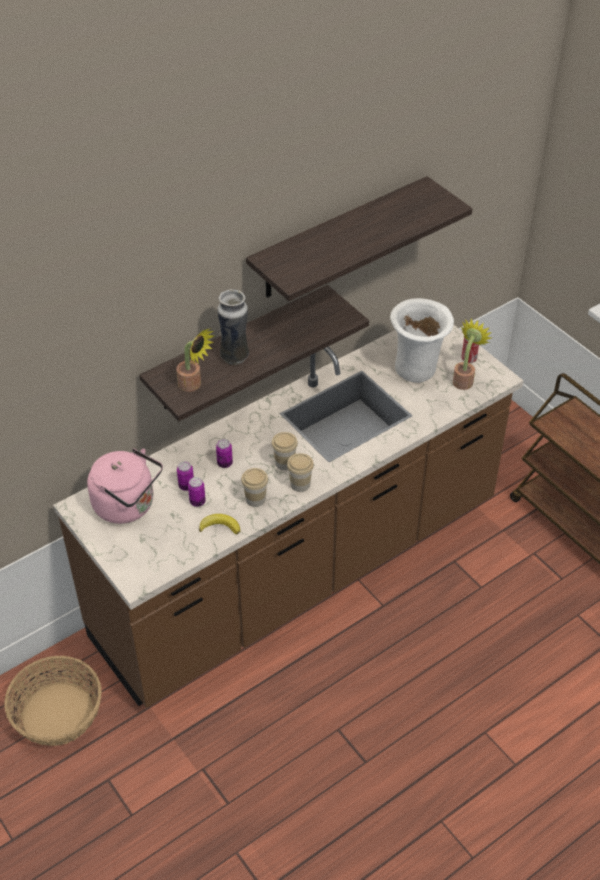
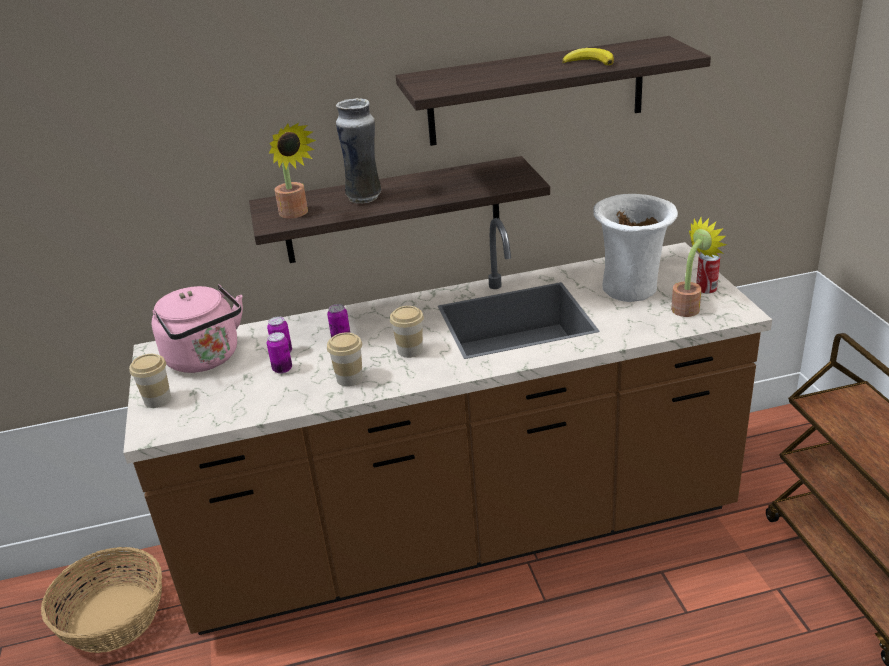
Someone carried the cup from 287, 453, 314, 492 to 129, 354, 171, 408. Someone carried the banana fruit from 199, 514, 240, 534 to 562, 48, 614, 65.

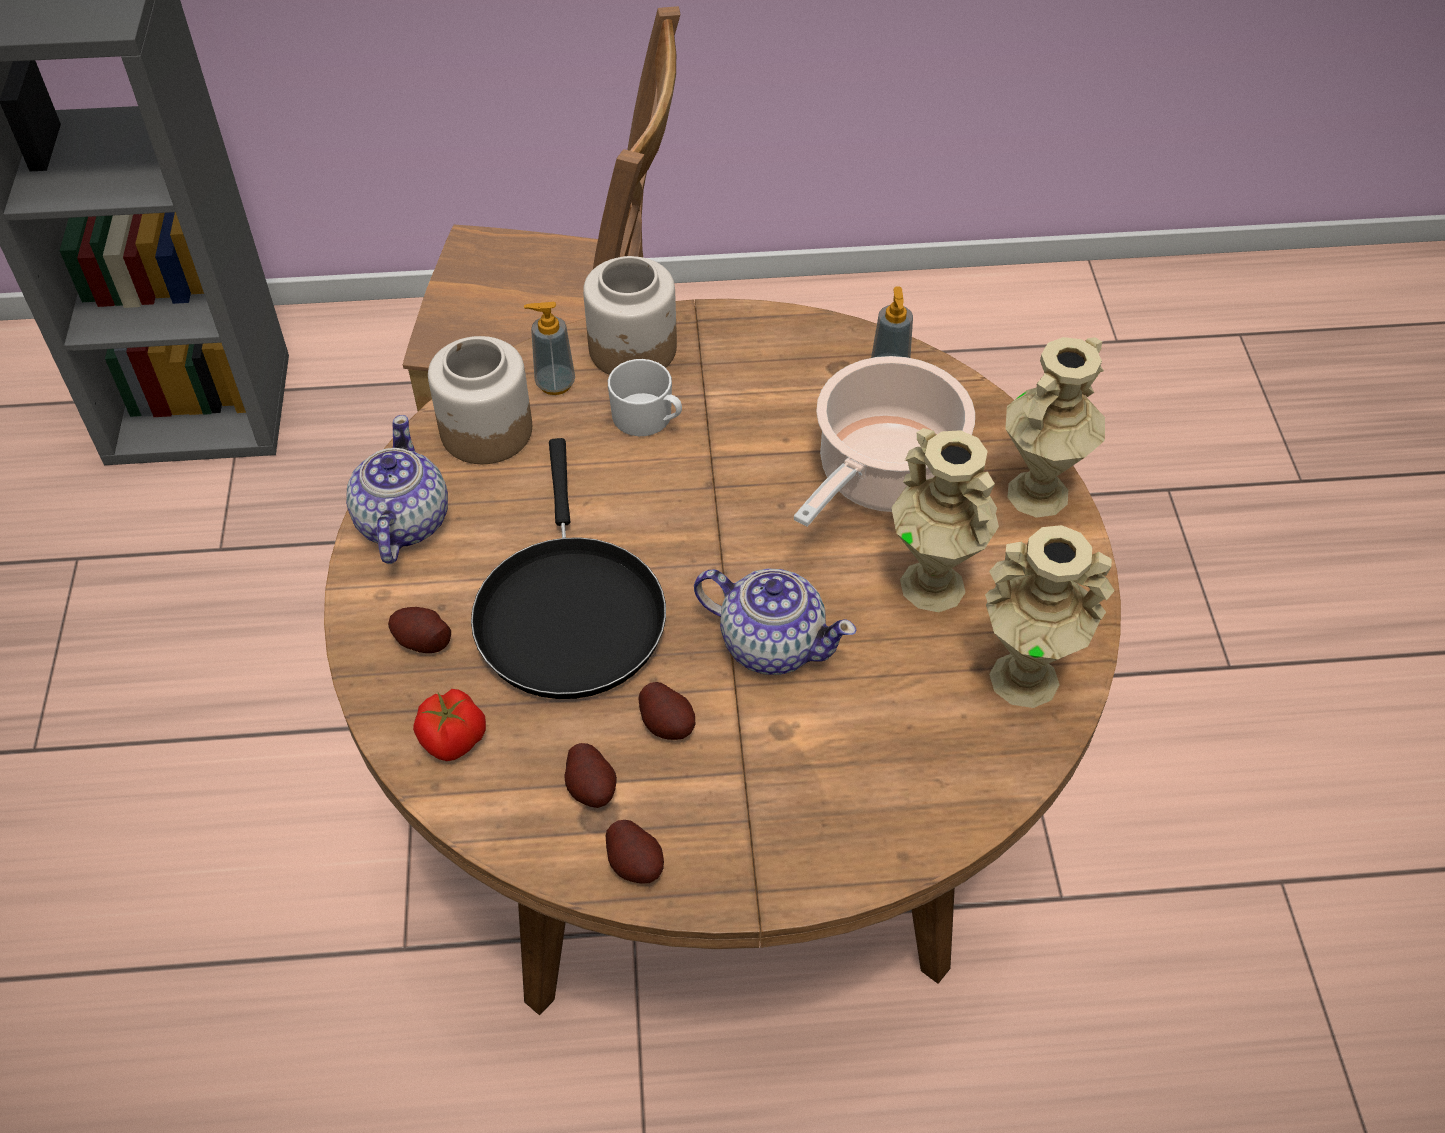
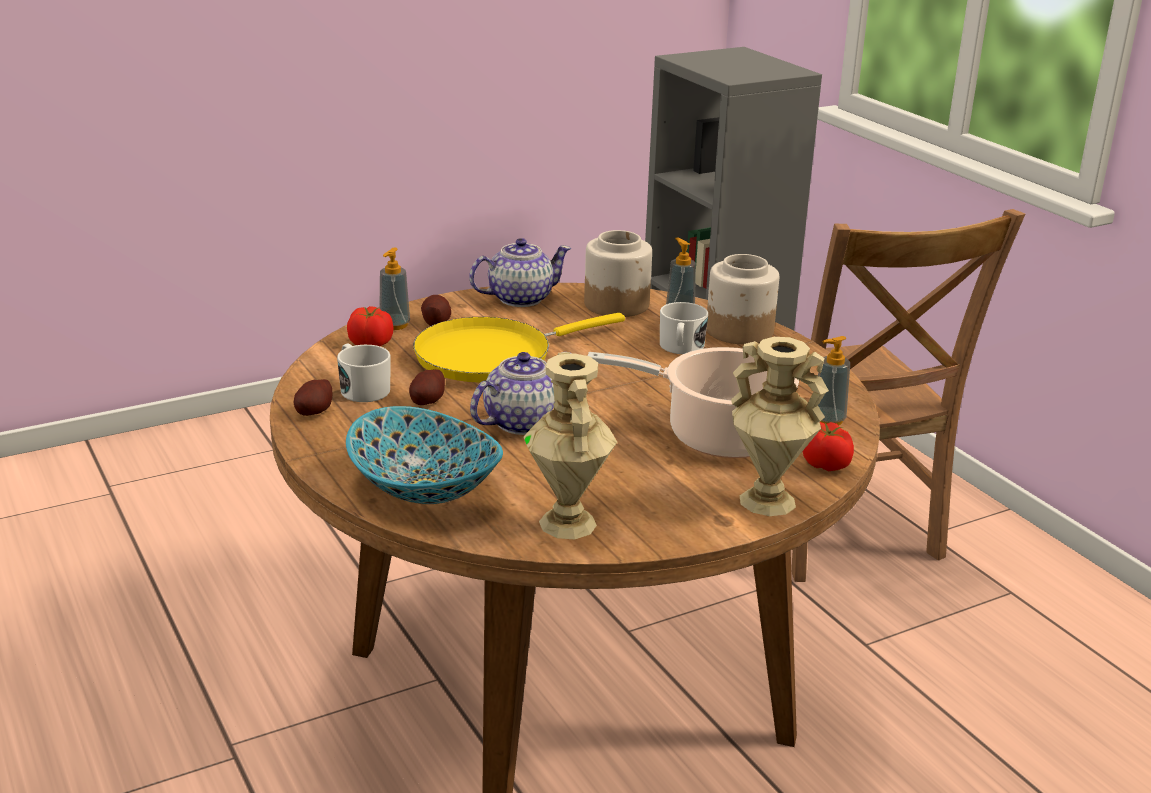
Someone took away the sand-coloured flower vase at 891, 428, 999, 612. Someone repainted the black pan at 471, 438, 666, 699, which became the yellowish pan at 413, 313, 625, 382. Someone rotated the teapot at 694, 568, 856, 675 by 135 degrees counterclockwise. Someone swapped the spud at 564, 743, 617, 808 for the whitish mug at 337, 343, 391, 402. Someone put down the liquid soap bottle at 379, 247, 410, 330. Someone put down the serving bowl at 346, 406, 503, 504. Someone put down the tomato at 802, 422, 854, 471.

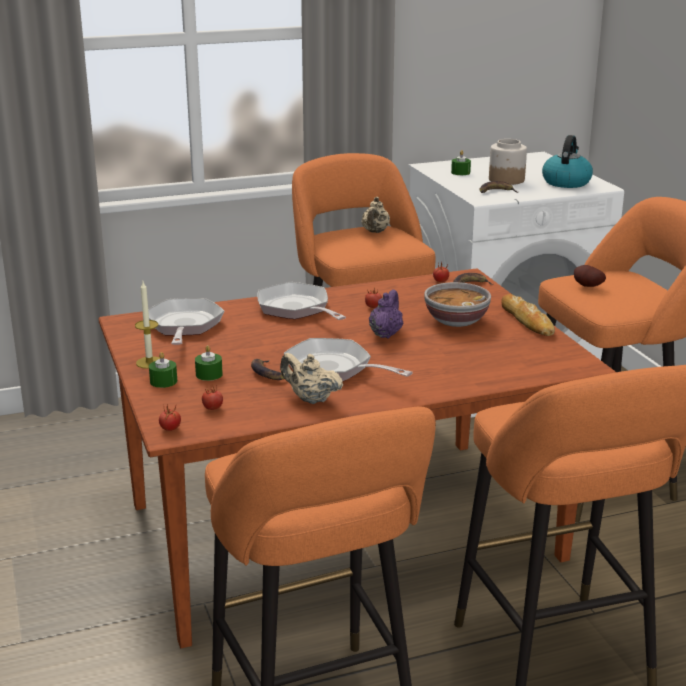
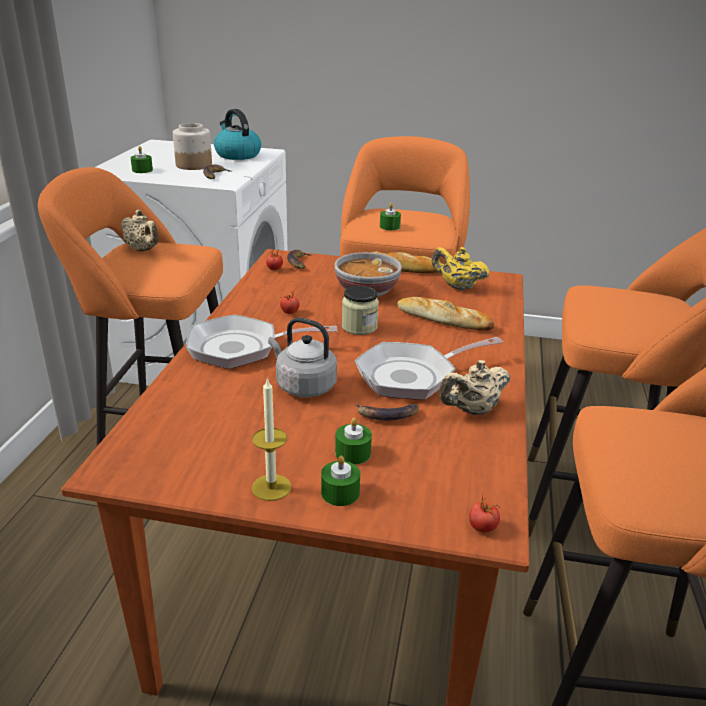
Someone swapped the spud at 574, 265, 606, 287 for the green-coloured wax candle at 380, 203, 401, 230. Someone swapped the purplish teapot at 369, 289, 403, 339 for the storage jar at 342, 286, 379, 335. Someone took away the pan at 148, 298, 224, 345. Someone took away the tomato at 202, 387, 223, 410. Someone put down the yellowish teapot at 432, 247, 490, 290. Someone put down the baked bread at 397, 297, 494, 331. Someone put down the greyish tea kettle at 268, 317, 337, 397.

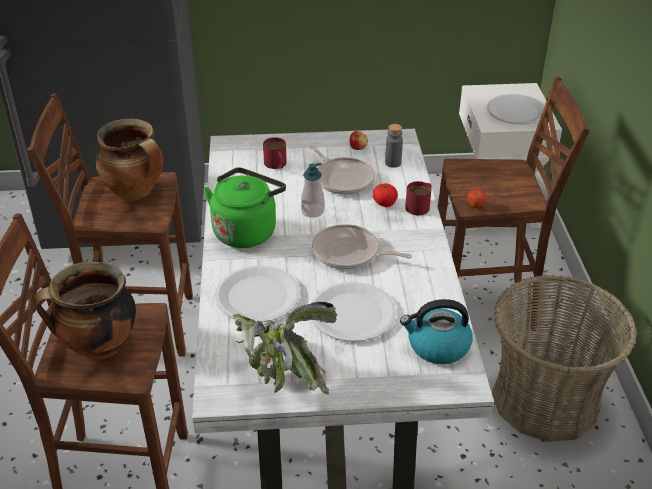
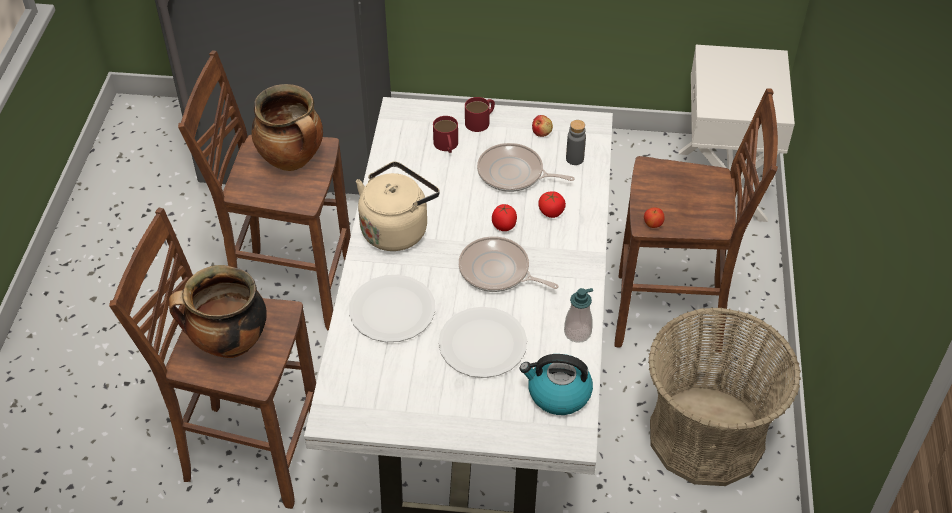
Someone took away the whitish flat dish at 487, 94, 545, 125. Someone rotated the pan at 309, 145, 375, 195 by 135 degrees clockwise. Someone carried the liquid soap bottle from 301, 162, 325, 218 to 564, 288, 593, 343. Someone repainted the green-coloured tea kettle at 204, 167, 286, 248, which became the sand-coloured tea kettle at 356, 162, 440, 251. Someone carried the reddish mug from 405, 181, 431, 215 to 465, 97, 495, 132. Someone took away the potted plant at 232, 302, 337, 395. Someone put down the tomato at 492, 204, 517, 231.

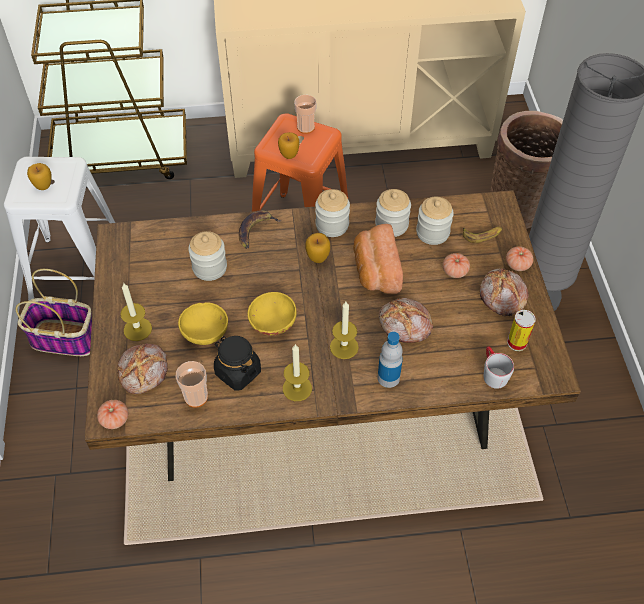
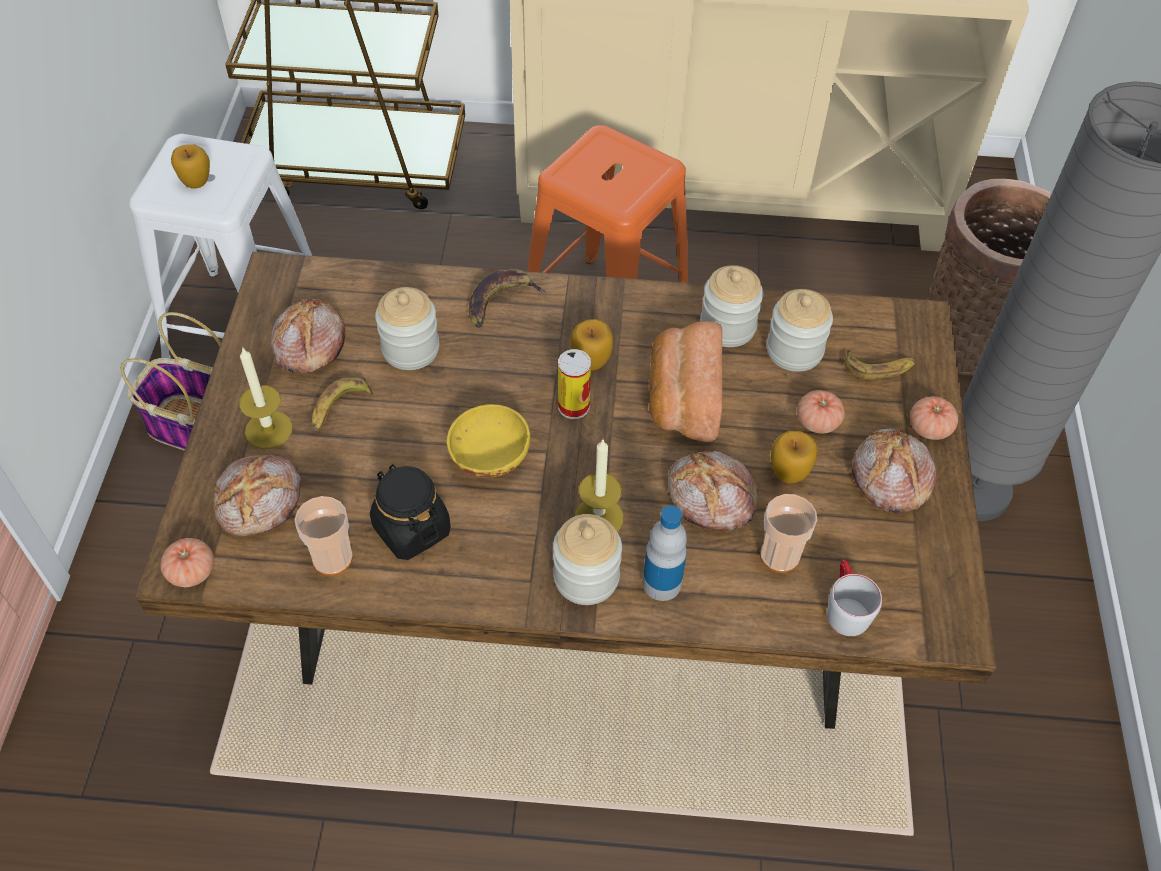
Someone carried the cup from 294, 95, 317, 134 to 760, 494, 817, 573. Someone carried the whole apple from 278, 132, 300, 159 to 771, 430, 818, 484. Someone carried the storage jar from 315, 189, 350, 237 to 553, 514, 622, 605. Someone took away the yellowish serving bowl at 178, 302, 228, 345. Someone carried the metal can from 507, 310, 536, 351 to 558, 349, 591, 419. Someone took away the wax candle at 283, 344, 312, 401. Someone put down the baked bread at 271, 298, 345, 374. Someone put down the banana fruit at 312, 377, 373, 432.

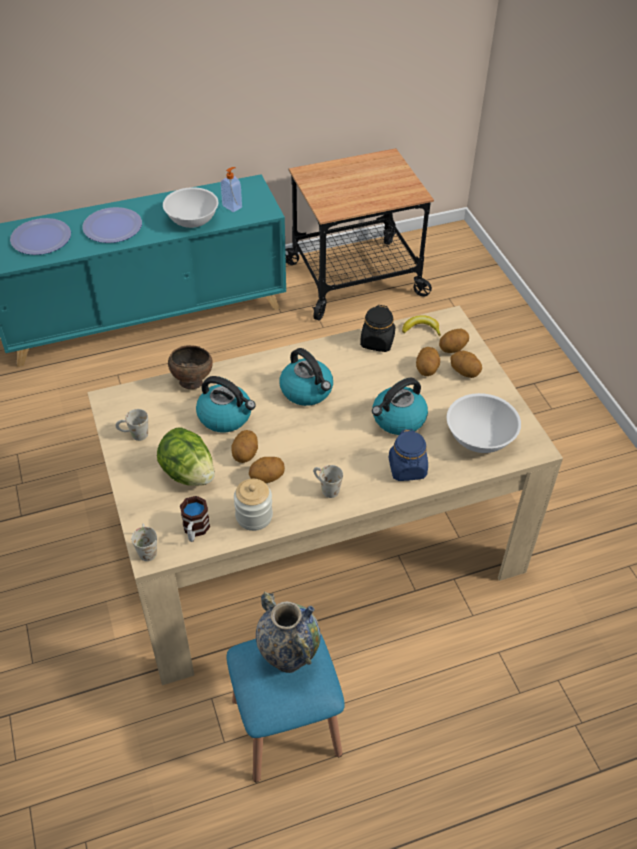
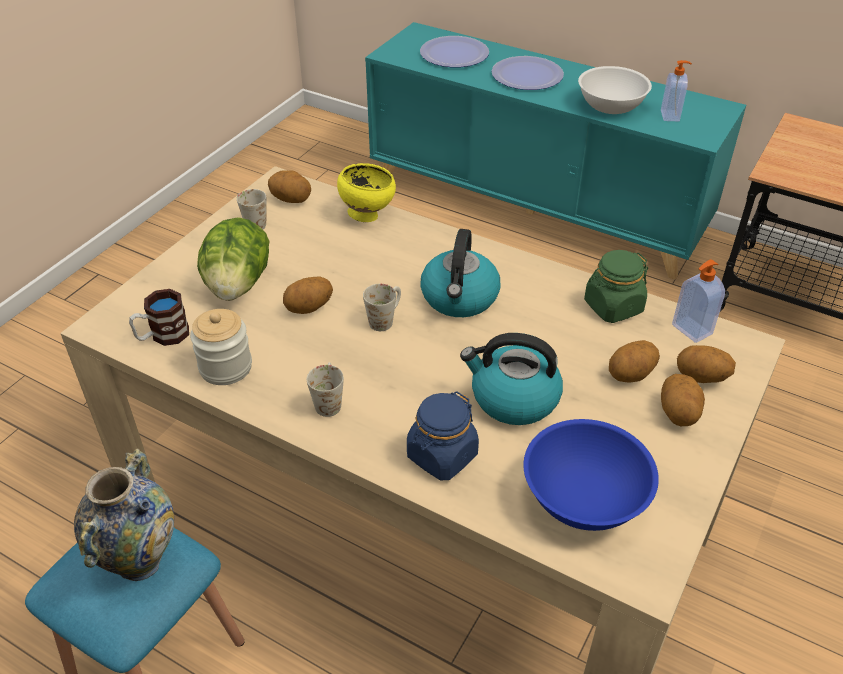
Someone repainted the black storage jar at 360, 305, 395, 352, which became the green-coloured storage jar at 584, 250, 648, 323. Someone swapped the banana fruit at 402, 315, 441, 336 for the liquid soap bottle at 672, 259, 725, 343. Someone repainted the brown serving bowl at 168, 345, 213, 389, which became the yellowish serving bowl at 337, 163, 396, 222. Someone took away the tea kettle at 196, 376, 256, 433. Someone repainted the whitish serving bowl at 447, 393, 521, 453, which became the bluish serving bowl at 524, 419, 659, 531. Someone carried the spud from 249, 457, 285, 483 to 268, 170, 311, 203. Someone carried the whitish mug from 131, 523, 157, 561 to 363, 284, 401, 331.

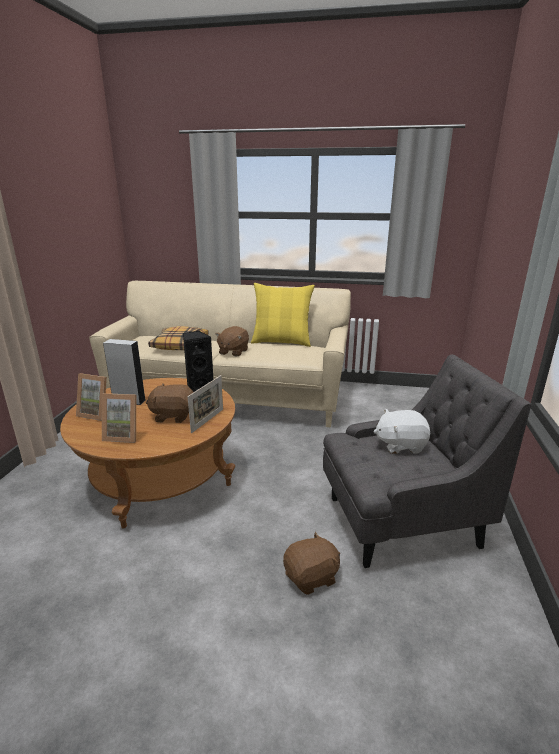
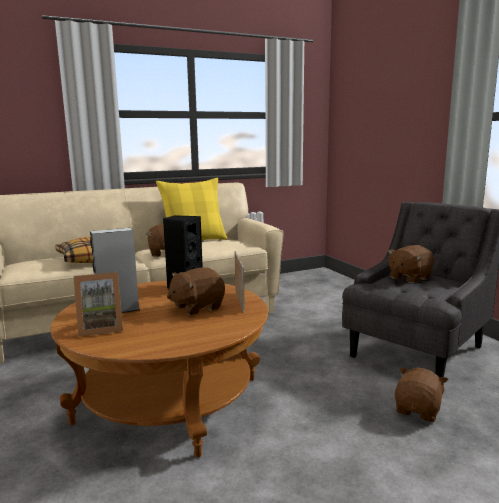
Someone took away the standing frame at 102, 393, 136, 443. Someone repainted the whitish plush toy at 373, 409, 430, 454, which became the brown plush toy at 388, 245, 434, 283.

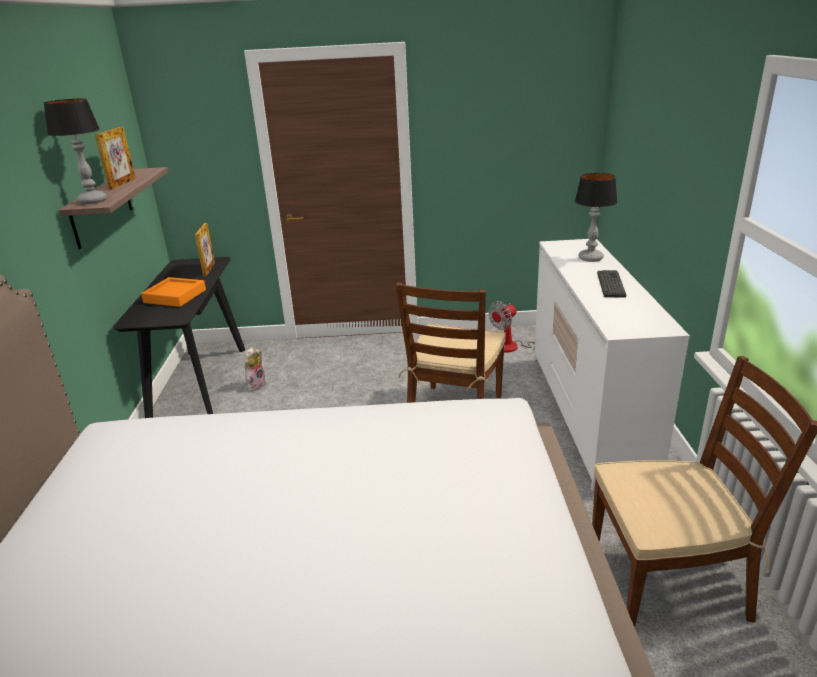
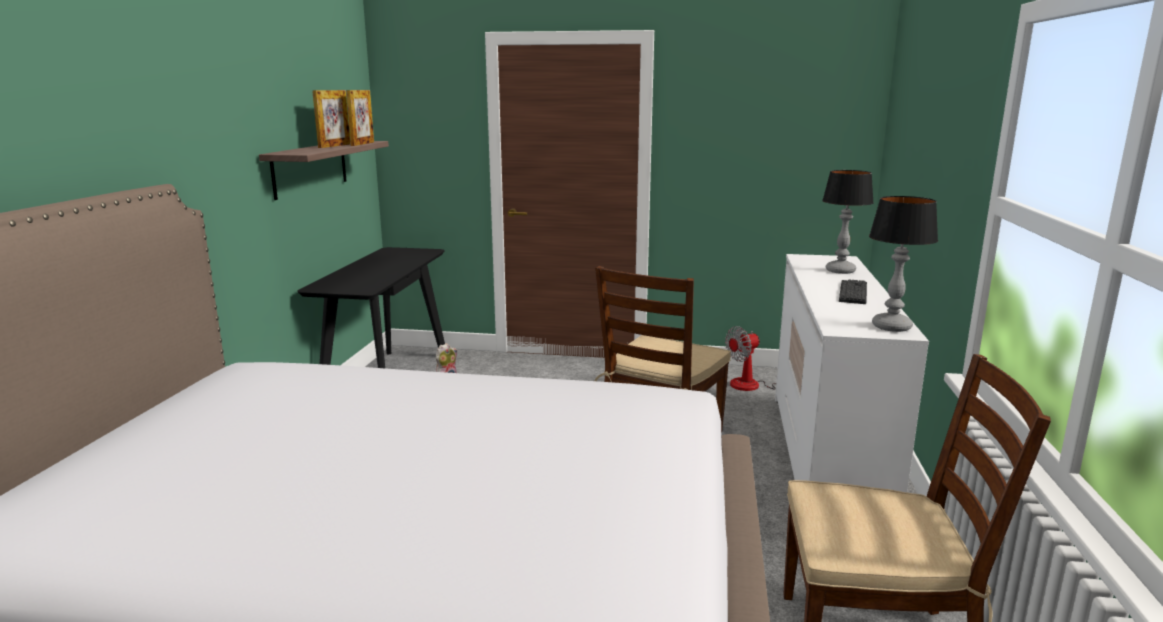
Someone carried the lamp for a table from 44, 98, 107, 204 to 869, 196, 938, 332. Someone carried the standing frame from 195, 223, 215, 277 to 346, 90, 374, 146. Someone took away the orange-coloured carrying tray at 141, 277, 206, 307.

